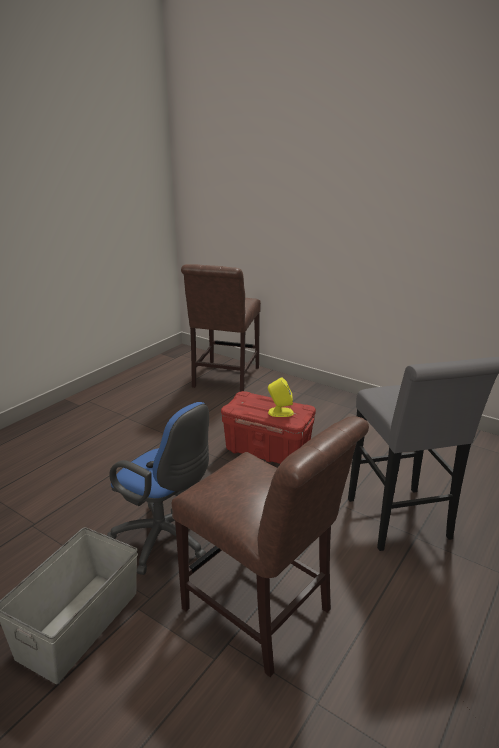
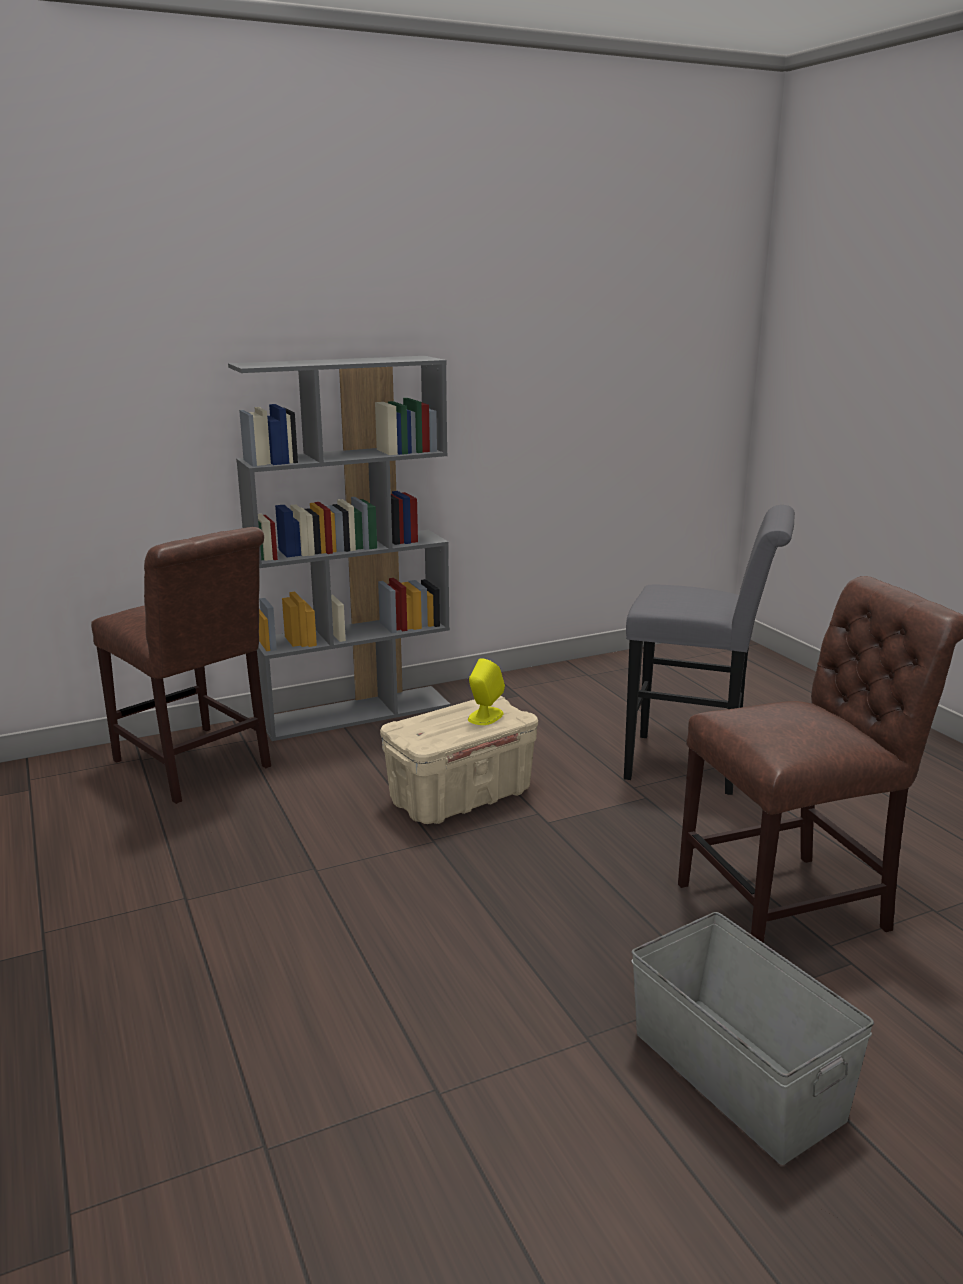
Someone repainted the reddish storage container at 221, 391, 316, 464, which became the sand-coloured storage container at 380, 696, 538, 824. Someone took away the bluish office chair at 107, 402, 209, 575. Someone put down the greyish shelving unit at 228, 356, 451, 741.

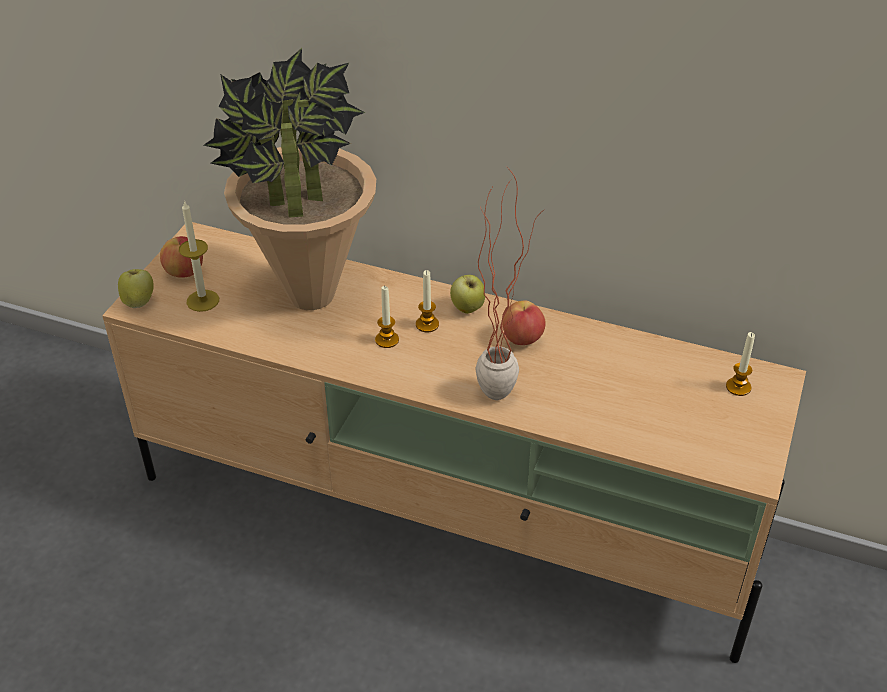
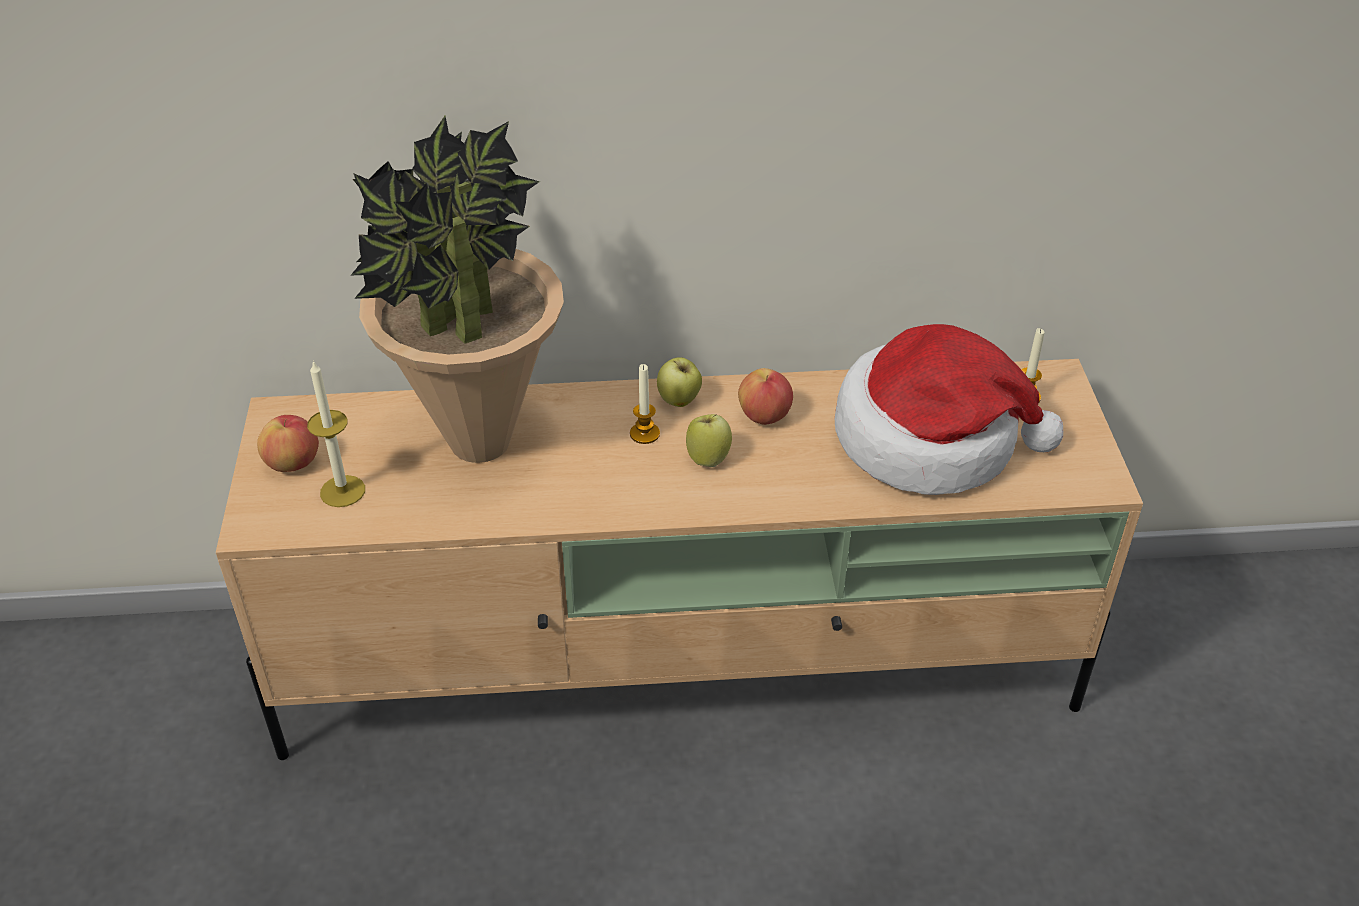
Someone took away the potted plant at 476, 165, 537, 400. Someone carried the whole apple from 118, 269, 154, 308 to 686, 414, 732, 467. Someone took away the wax candle at 375, 286, 399, 348. Someone put down the wearable hat at 835, 324, 1063, 495.

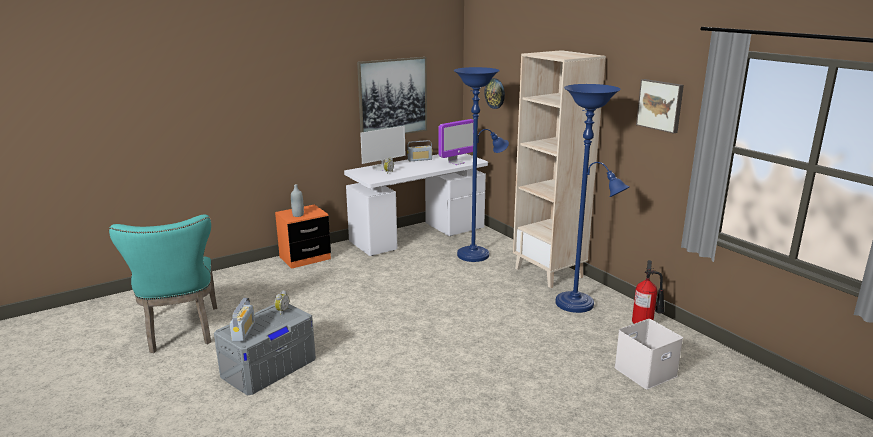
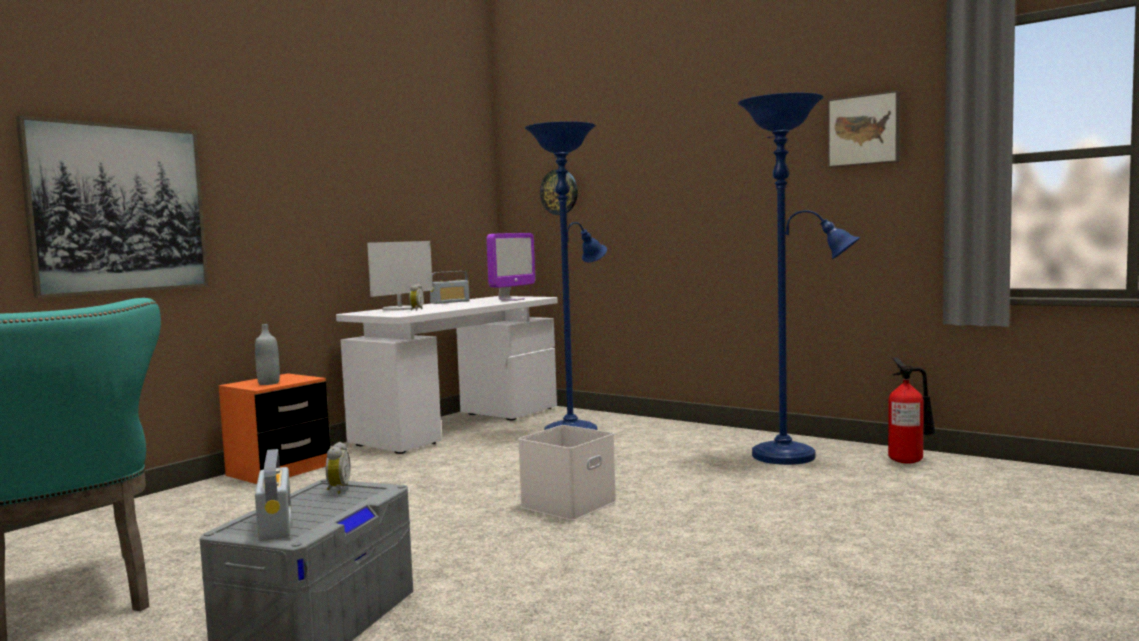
Someone took away the sand-coloured shelving unit at 513, 50, 606, 288. Someone carried the wall picture from 357, 57, 427, 134 to 16, 116, 209, 298. Someone carried the whitish storage container from 614, 319, 683, 390 to 518, 425, 616, 521.

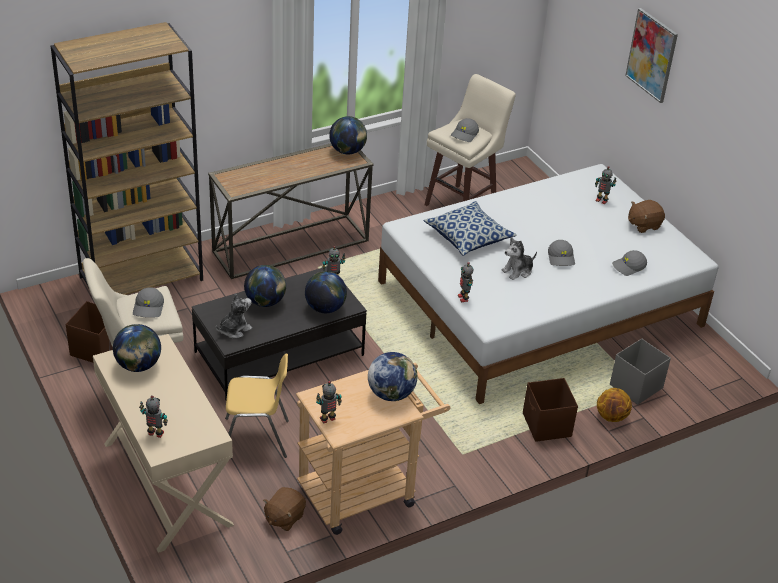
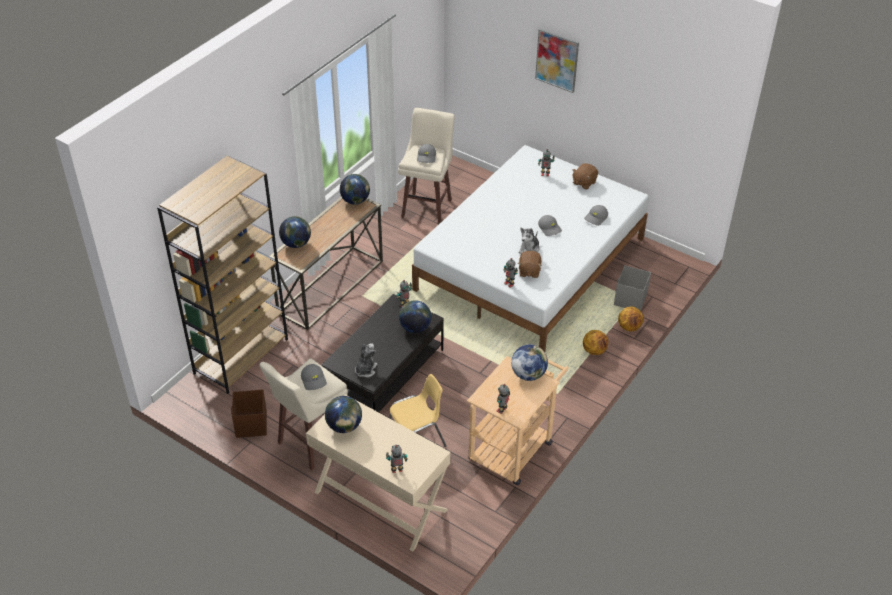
Someone took away the cushion at 423, 201, 517, 256. Someone carried the world globe from 244, 265, 286, 307 to 279, 216, 311, 248. Someone swapped the brown storage container at 523, 378, 578, 442 for the ball for basketball at 583, 330, 608, 355. Someone carried the brown plush toy from 263, 487, 306, 531 to 518, 251, 542, 278.

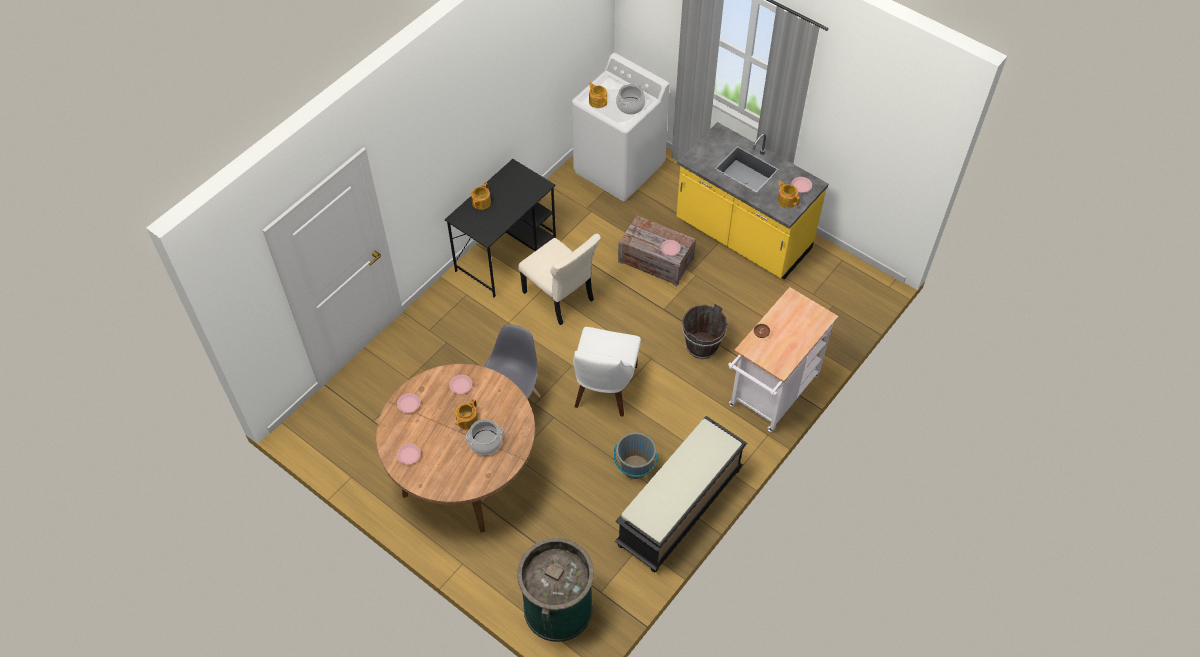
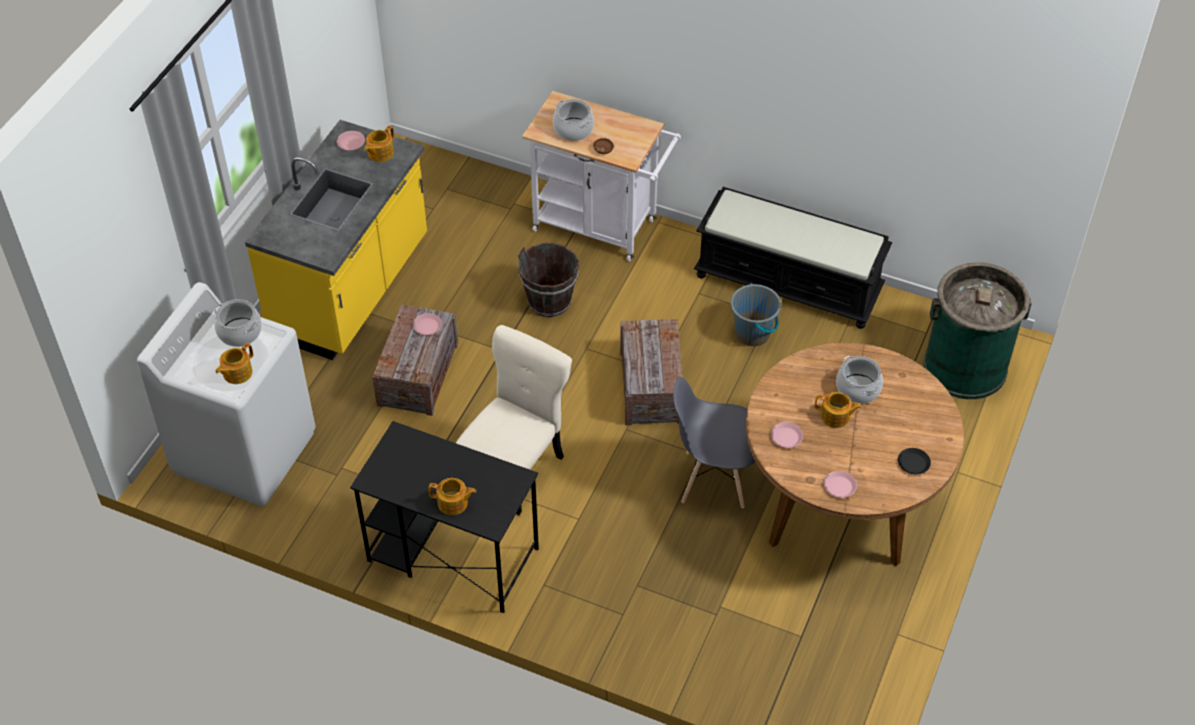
Someone swapped the whitish chair at 573, 327, 641, 417 for the packing crate at 620, 319, 683, 426. Someone repainted the pink flat dish at 397, 443, 421, 465, which became the black flat dish at 898, 448, 931, 474. Someone put down the stockpot at 553, 99, 594, 141.

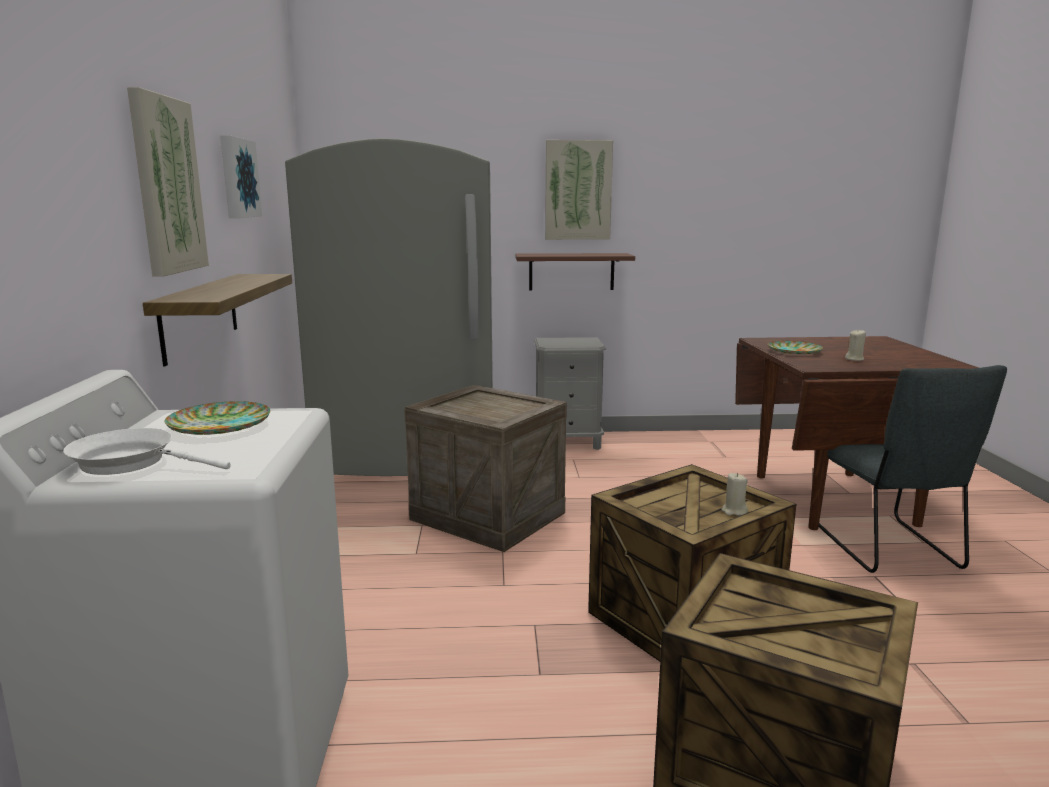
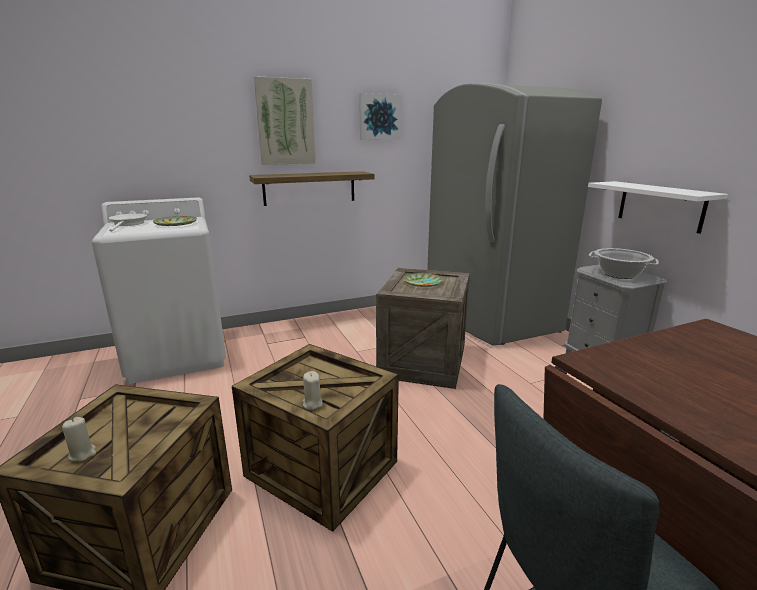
Someone took away the wall picture at 545, 140, 613, 240. Someone repainted the brown bracket shelf at 515, 253, 635, 291, which became the whitish bracket shelf at 588, 181, 728, 234. Someone carried the sand-coloured wax candle from 845, 329, 866, 361 to 62, 417, 96, 461. Someone carried the flat dish from 768, 341, 823, 354 to 404, 273, 444, 287. Someone put down the stockpot at 589, 248, 658, 279.

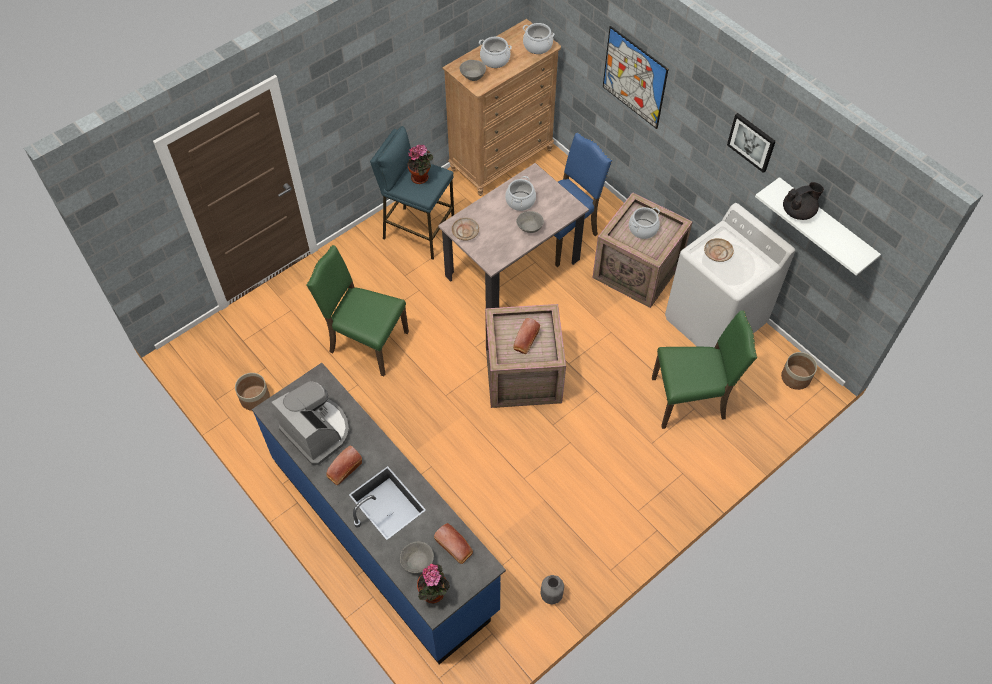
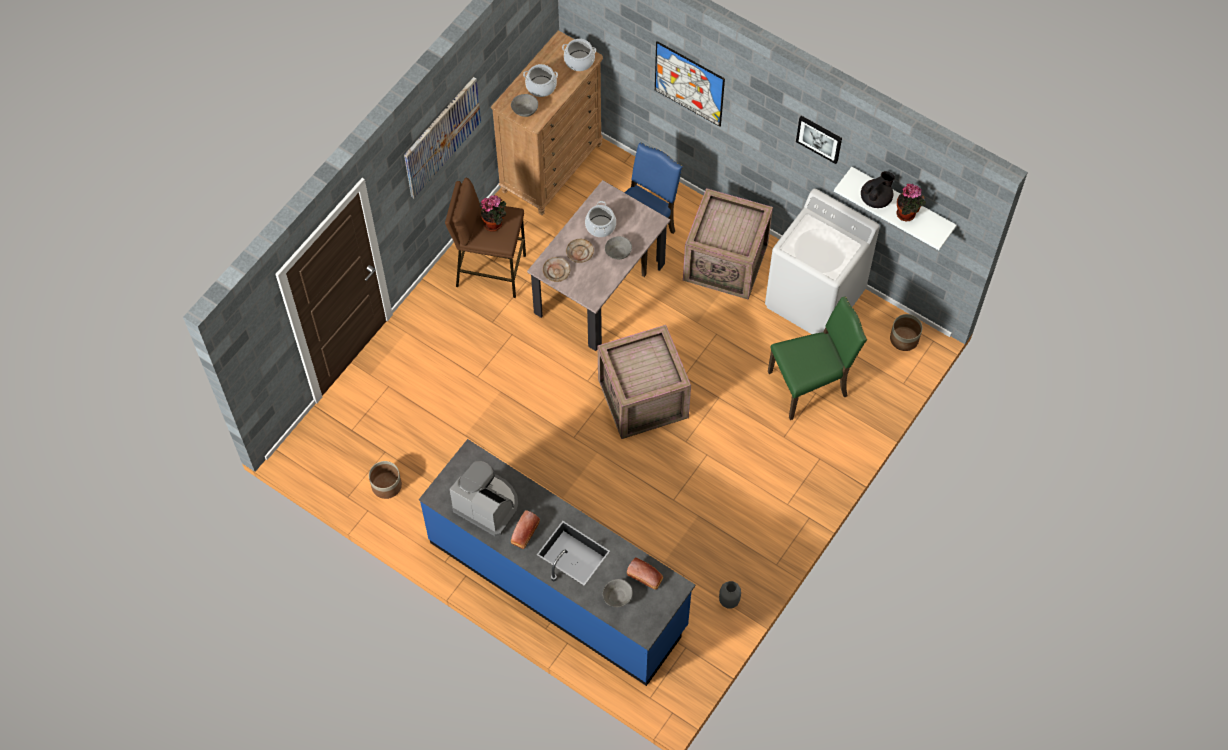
Someone repainted the bluish stool seat at 370, 126, 454, 260, which became the brown stool seat at 445, 178, 526, 298. Someone took away the stockpot at 629, 207, 660, 239. Someone carried the sand-coloured flat dish from 704, 238, 734, 262 to 566, 239, 594, 263. Someone took away the green-coloured chair at 306, 245, 409, 377. Someone took away the baked bread at 513, 318, 540, 354. Someone carried the potted plant from 417, 564, 449, 603 to 896, 184, 926, 222. Someone put up the wall picture at 404, 77, 481, 198.

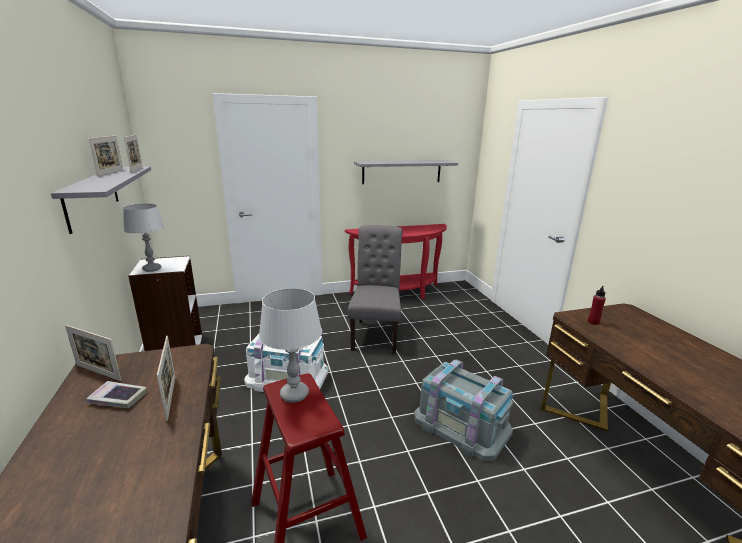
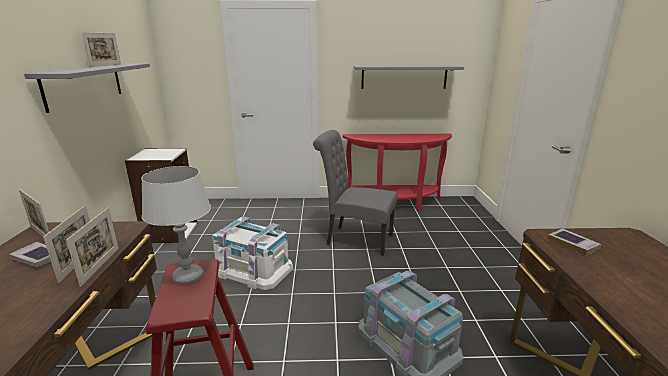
Someone carried the standing frame from 124, 135, 142, 173 to 66, 207, 119, 287. Someone took away the greyish lamp for a table at 123, 204, 164, 272. Someone rotated the greyish chair at 348, 225, 402, 354 by 90 degrees counterclockwise. Someone swapped the reddish beverage bottle at 588, 286, 606, 325 for the book at 548, 229, 601, 256.

